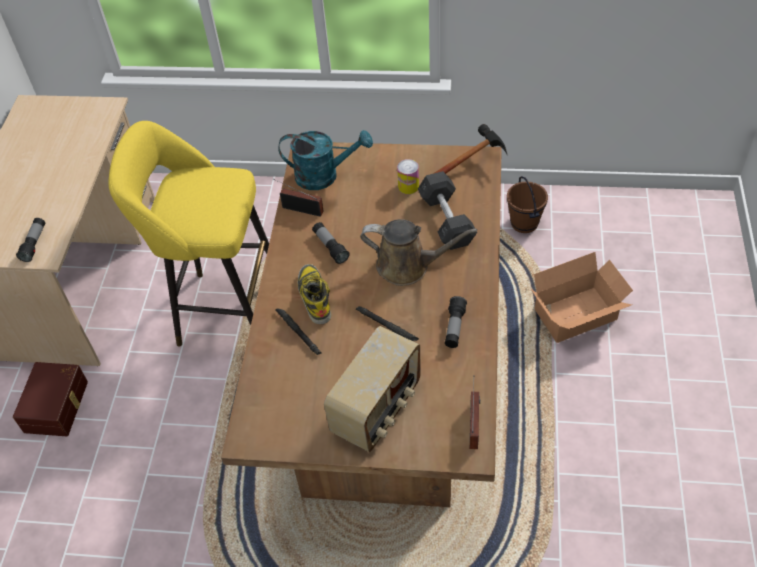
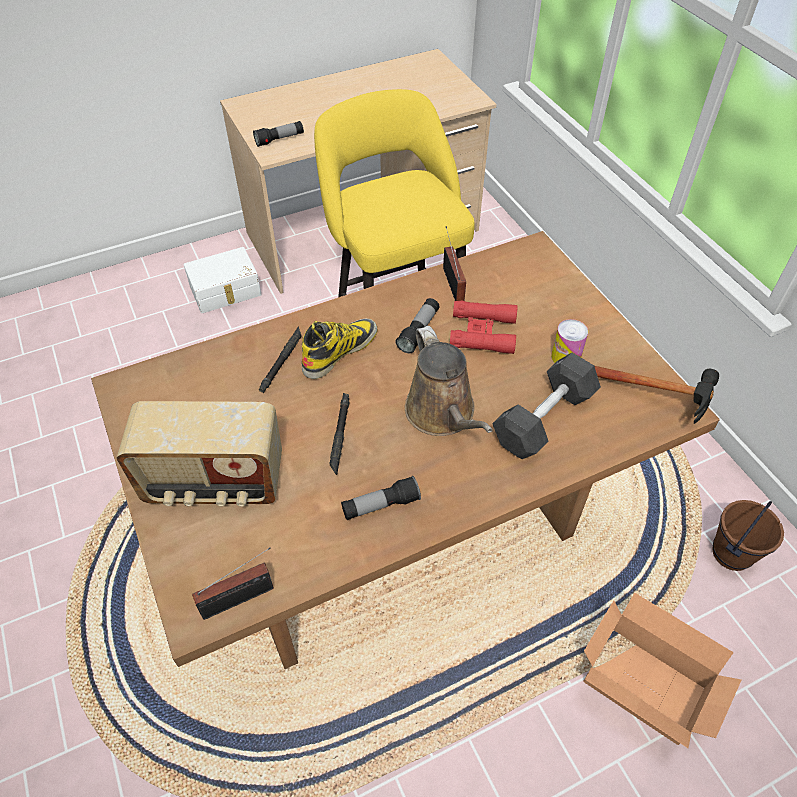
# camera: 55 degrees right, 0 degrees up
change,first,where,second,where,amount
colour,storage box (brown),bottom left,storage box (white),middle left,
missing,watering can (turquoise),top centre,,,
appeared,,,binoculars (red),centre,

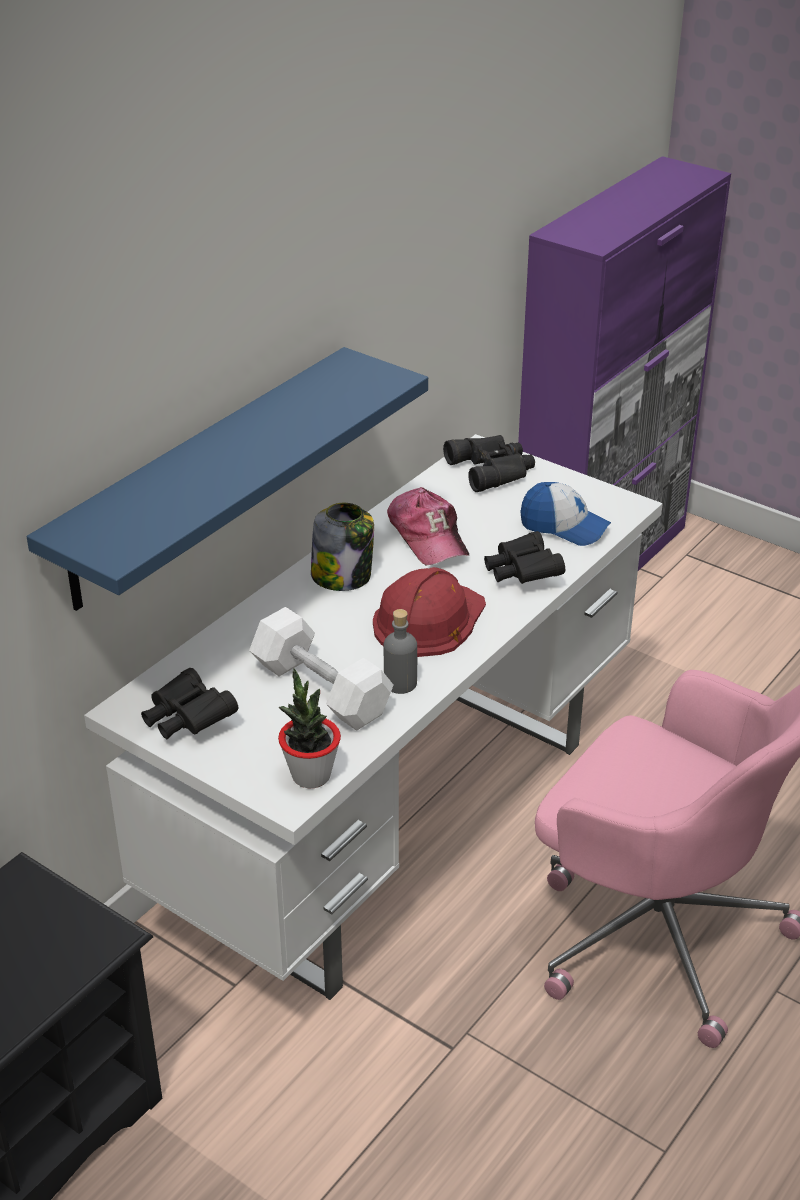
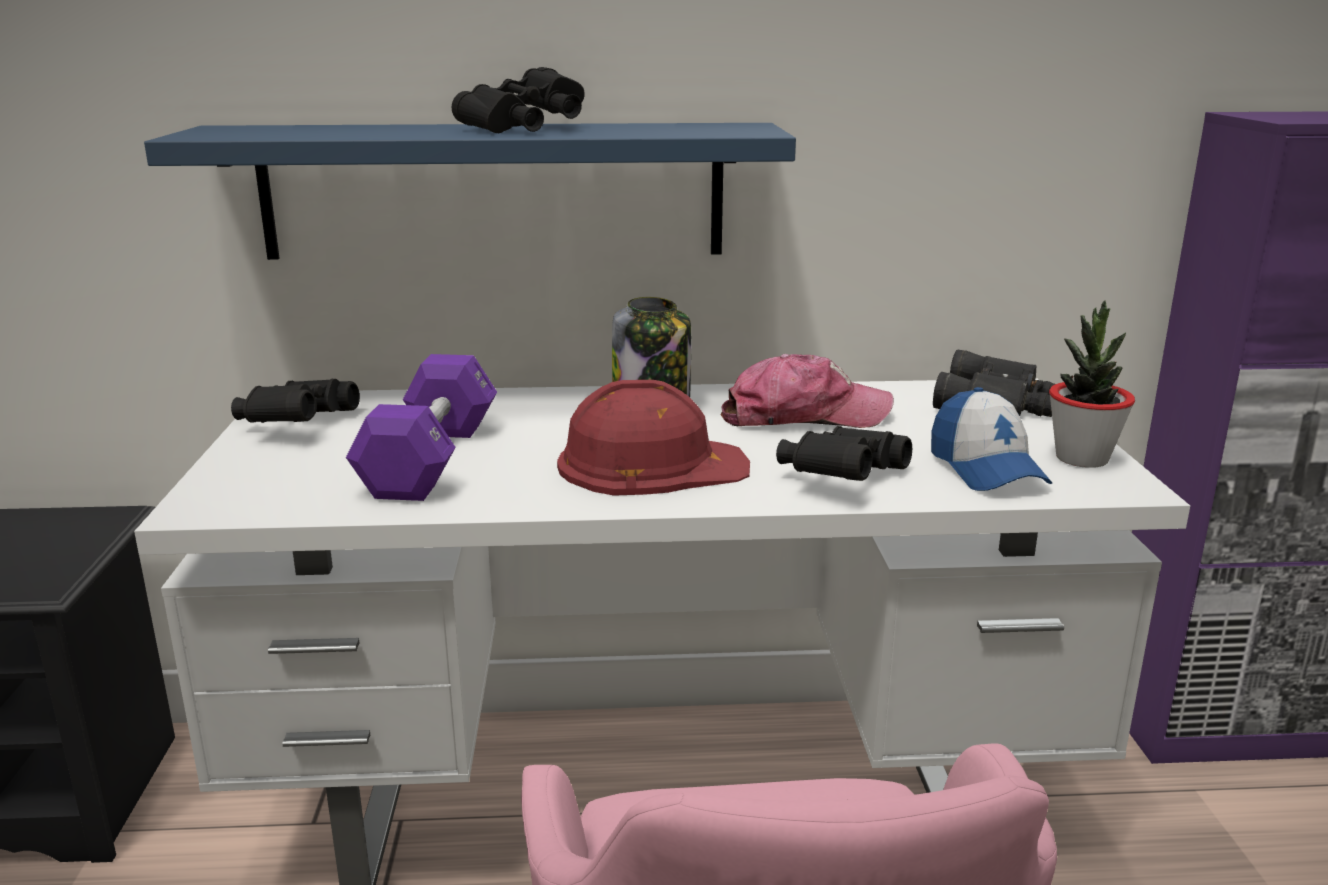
# camera: 50 degrees right, 15 degrees down
change,first,where,second,where,amount
colour,dumbbell (white),centre,dumbbell (purple),middle left,
relocated,potted plant,centre,,middle right,
missing,bottle (grey),centre,,,
spun,cap (no. 1 from left),centre,,centre,120 degrees counterclockwise
appeared,,,binoculars (black) (no. 2 from left),top centre,

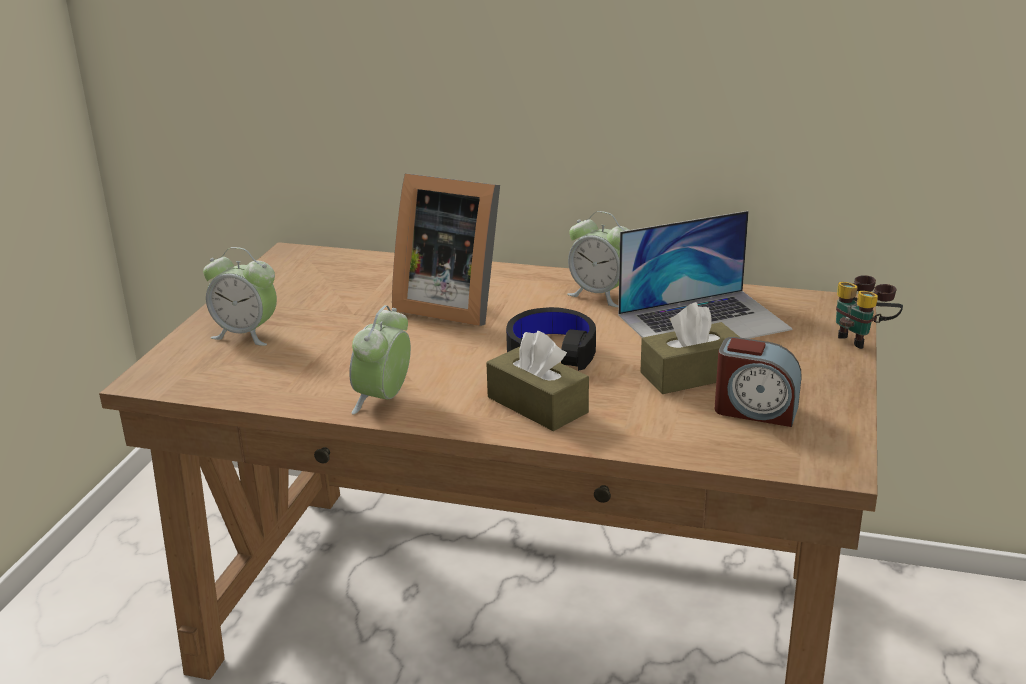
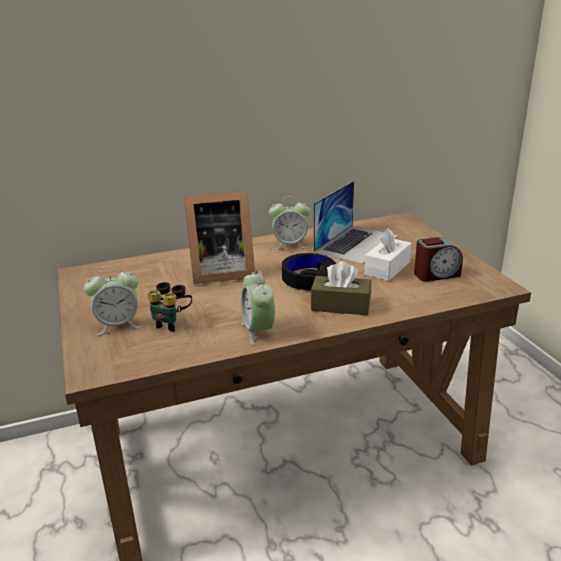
# camera: 35 degrees left, 0 degrees up
change,first,where,second,where,amount
colour,tissue box (brown) (no. 2 from left),middle right,tissue box (white),middle right,
relocated,binoculars,middle right,,middle left,

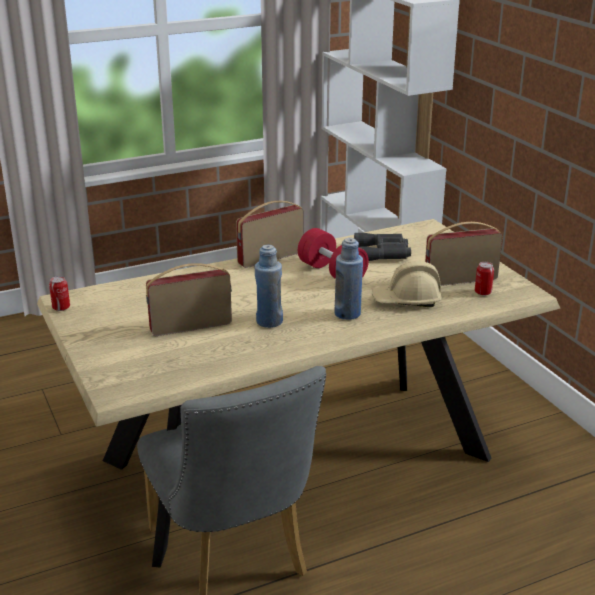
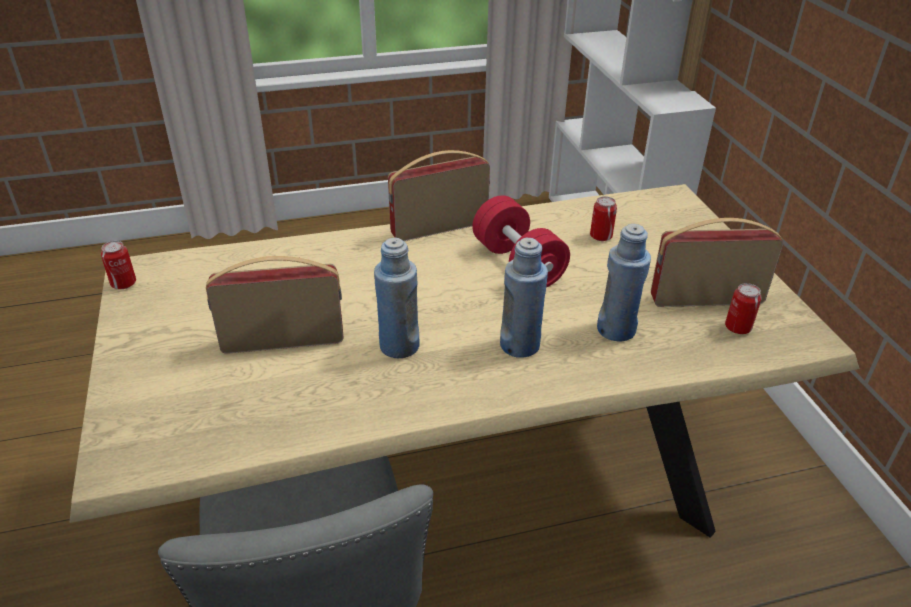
# camera: 10 degrees right, 10 degrees up
change,first,where,second,where,amount
exchanged,binoculars (grey),centre,can (no. 2 from left),centre,
exchanged,hard hat (beige),middle right,bottle (blue) (no. 3 from left),middle right,

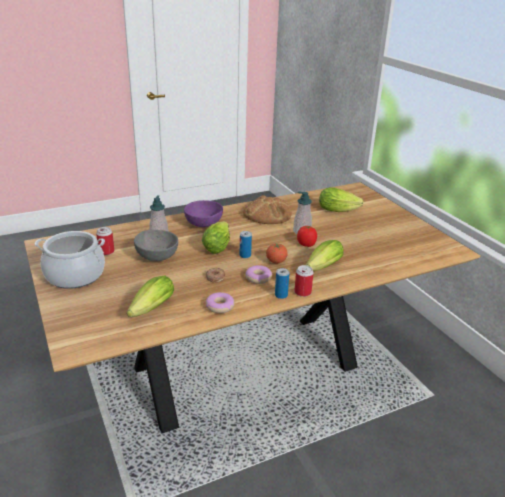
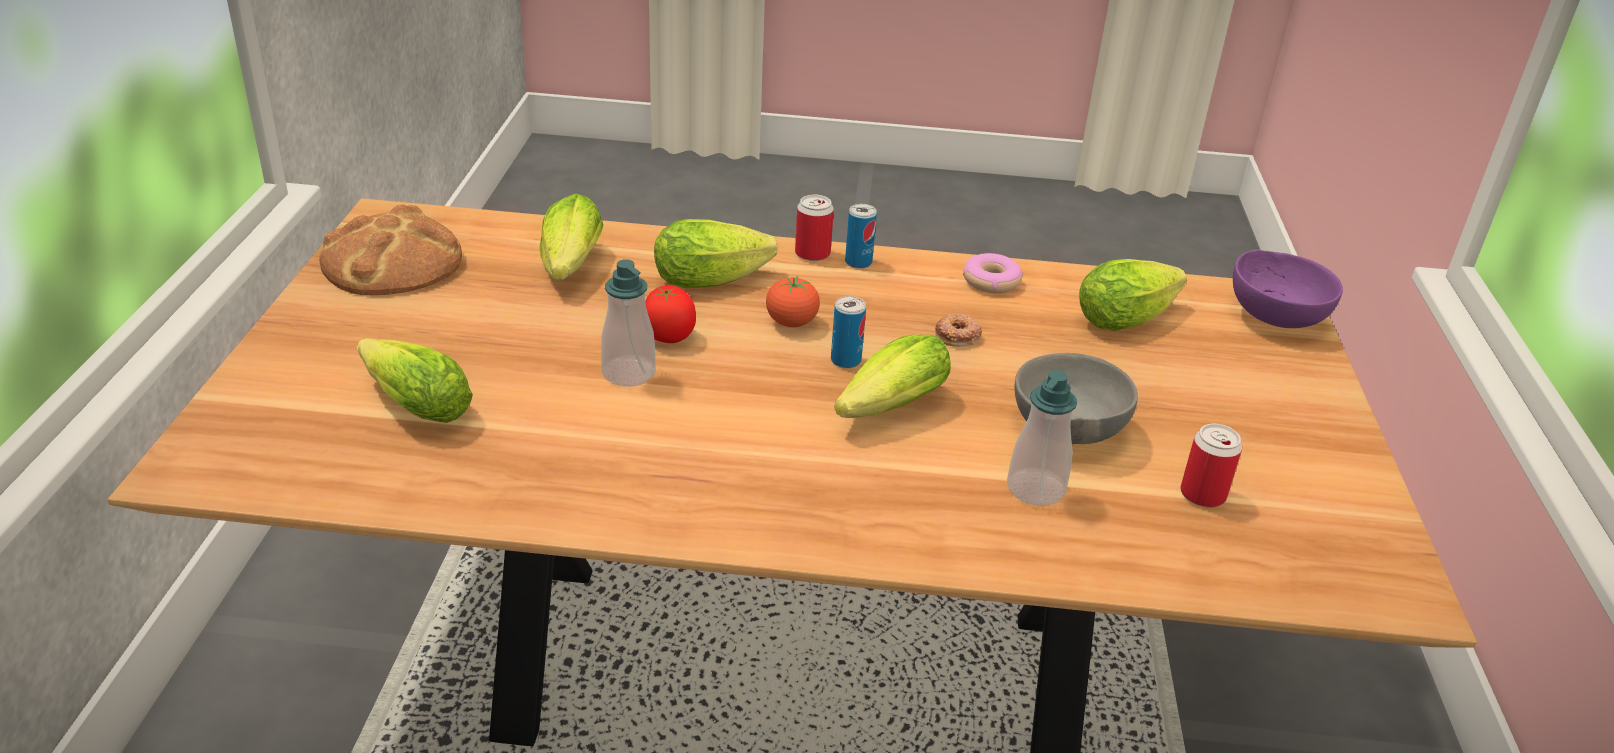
# camera: 150 degrees left, 5 degrees up
change,first,where,second,where,amount
missing,cooking pot,middle left,,,
relocated,bowl (purple),centre,,middle right,
relocated,bread,centre,,top left,
missing,donut (no. 3 from left),centre,,,
appeared,,,lettuce (no. 2 from left),top centre,

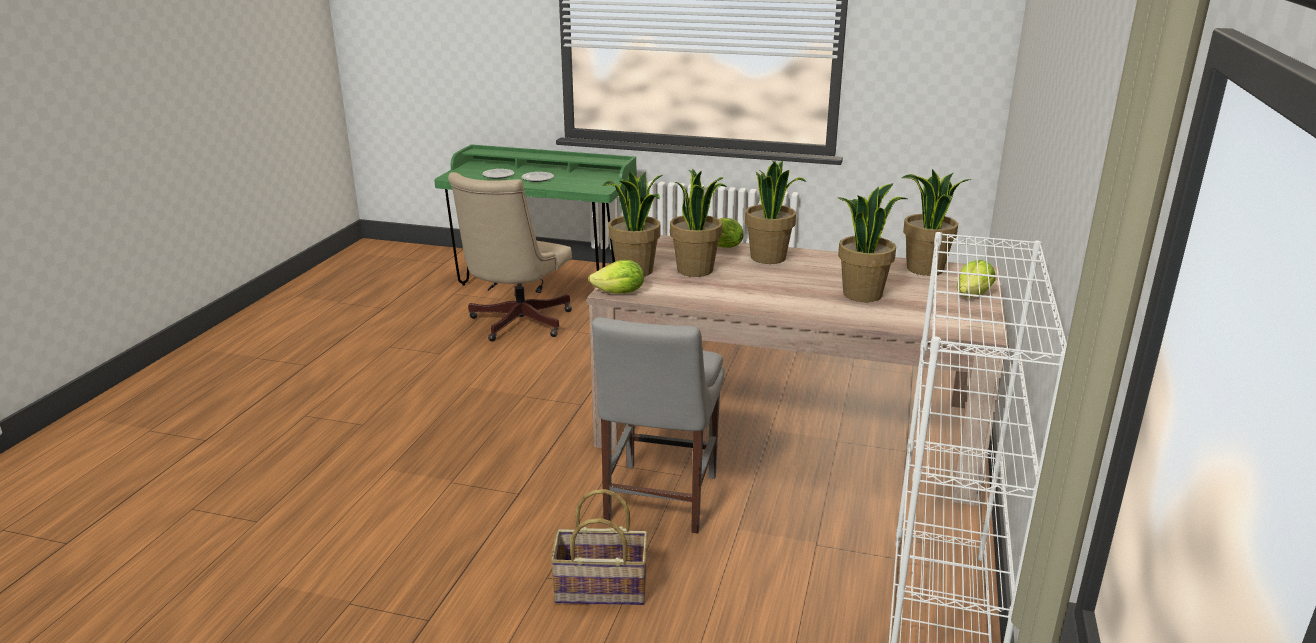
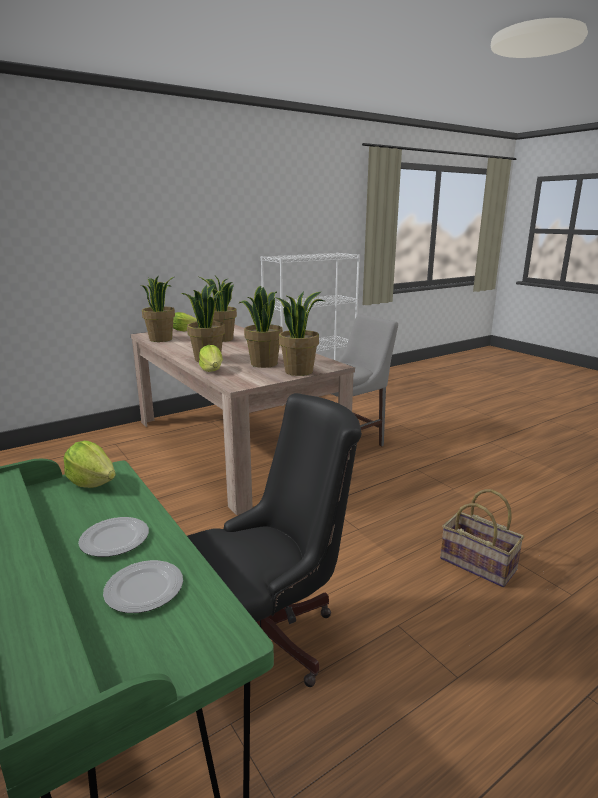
# camera: 140 degrees left, 5 degrees down
change,first,where,second,where,amount
colour,office chair (beige),centre,office chair (black),bottom centre,
relocated,basket,bottom centre,,bottom right,
relocated,lettuce (no. 1 from left),centre,,middle left,

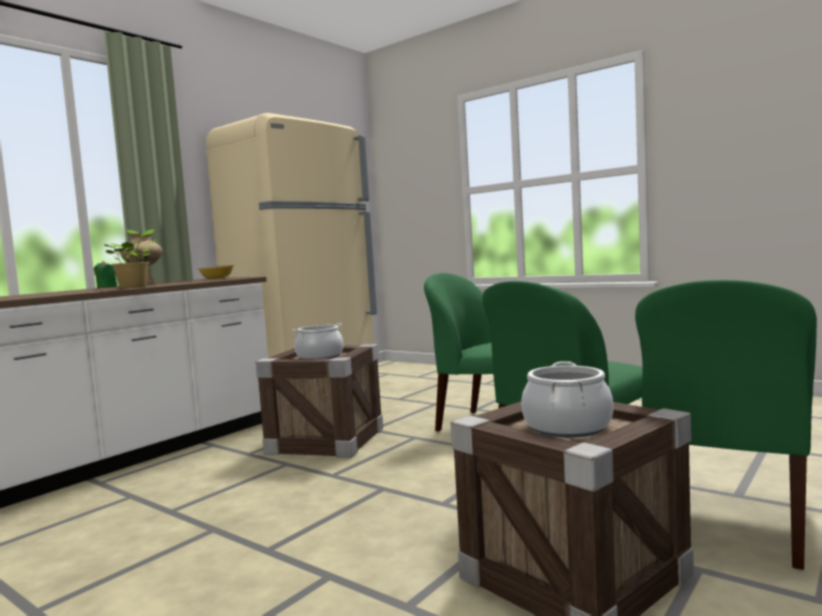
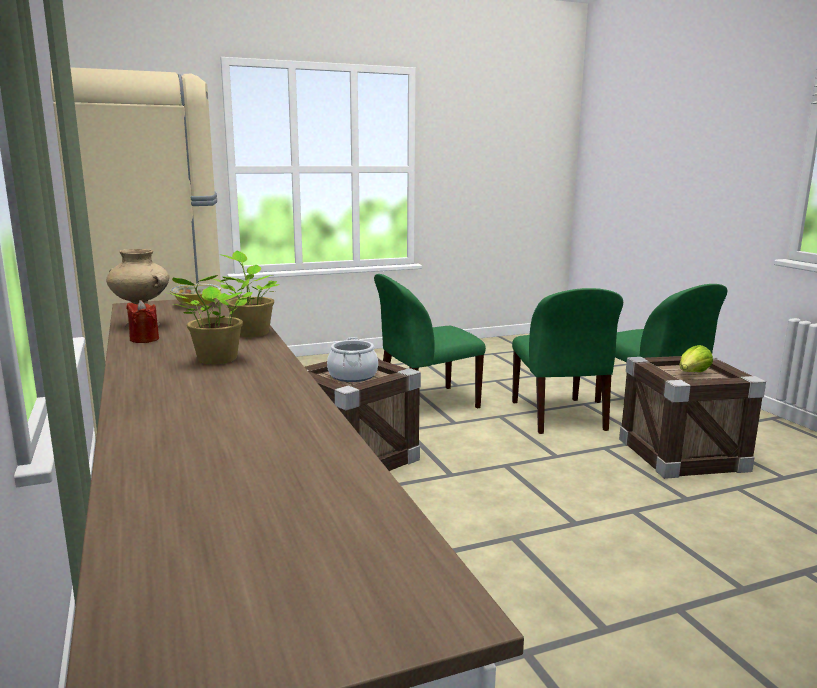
# camera: 60 degrees left, 10 degrees up
change,first,where,second,where,amount
colour,candle (green),middle left,candle (red),middle left,
exchanged,cooking pot (no. 2 from left),middle right,lettuce,middle right,
appeared,,,potted plant (no. 1 from left),middle left,

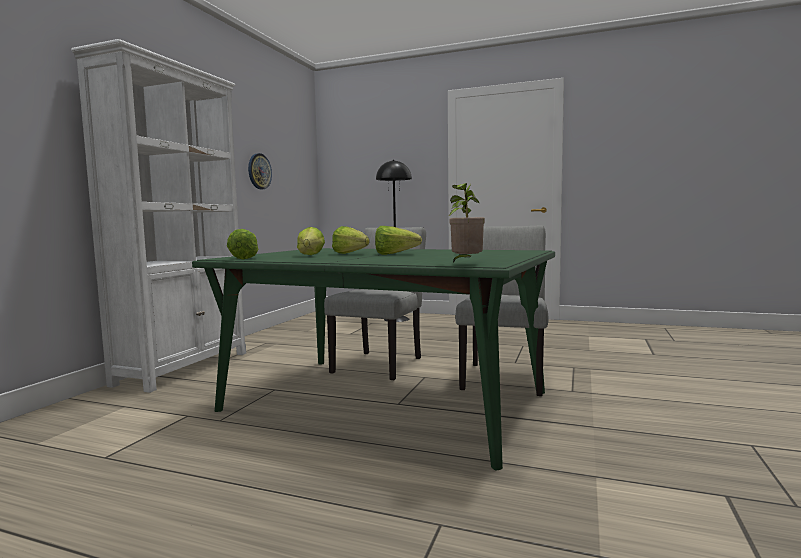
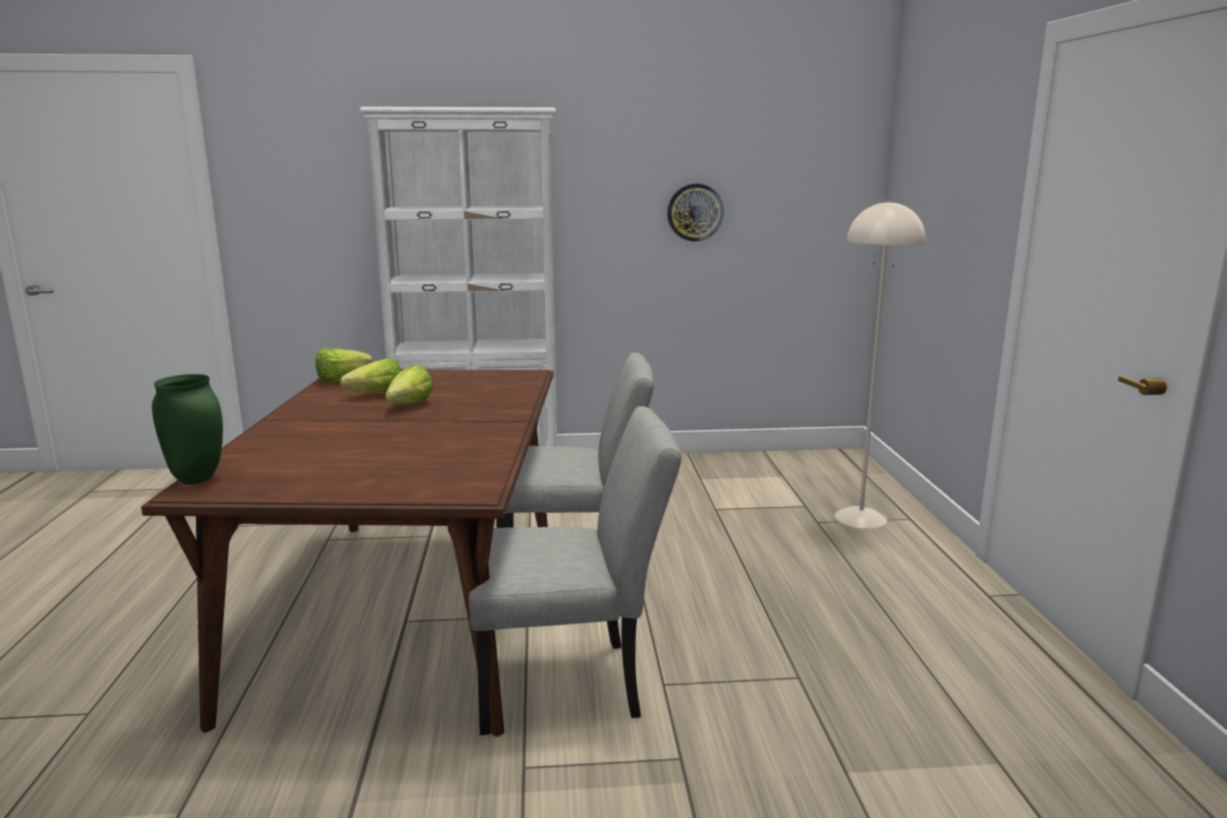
# camera: 65 degrees right, 10 degrees up
change,first,where,second,where,amount
colour,dining table (green),centre,dining table (brown),bottom left,
missing,lettuce (no. 4 from left),centre,,,
colour,floor lamp (black),centre,floor lamp (beige),middle right,
exchanged,potted plant,centre,vase (green),middle left,

